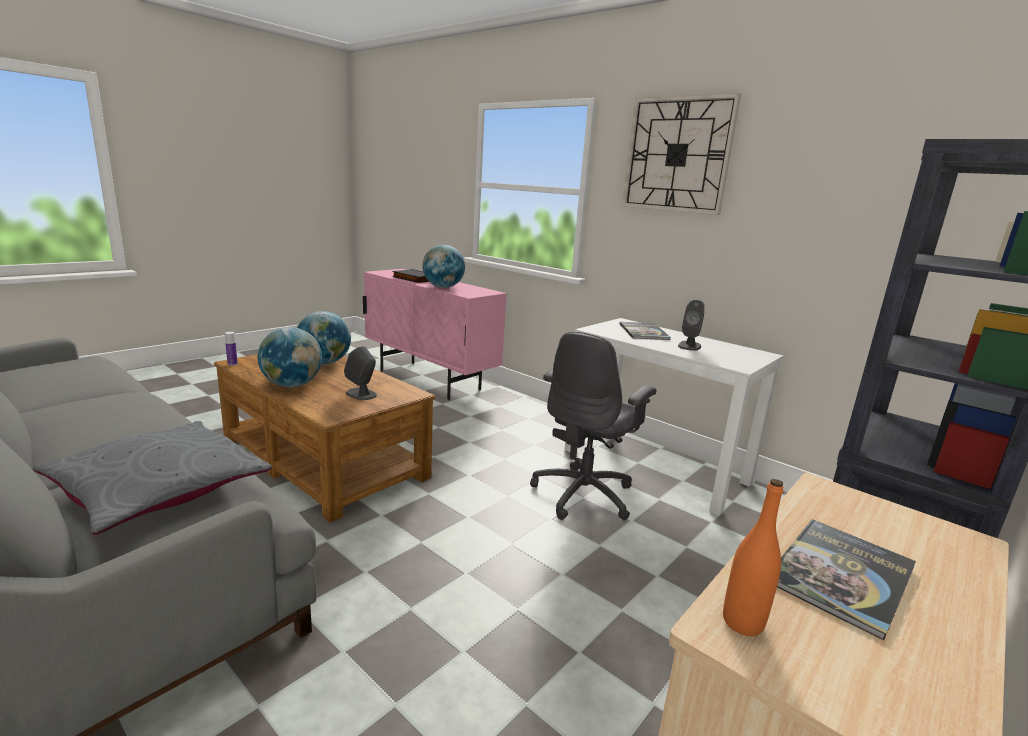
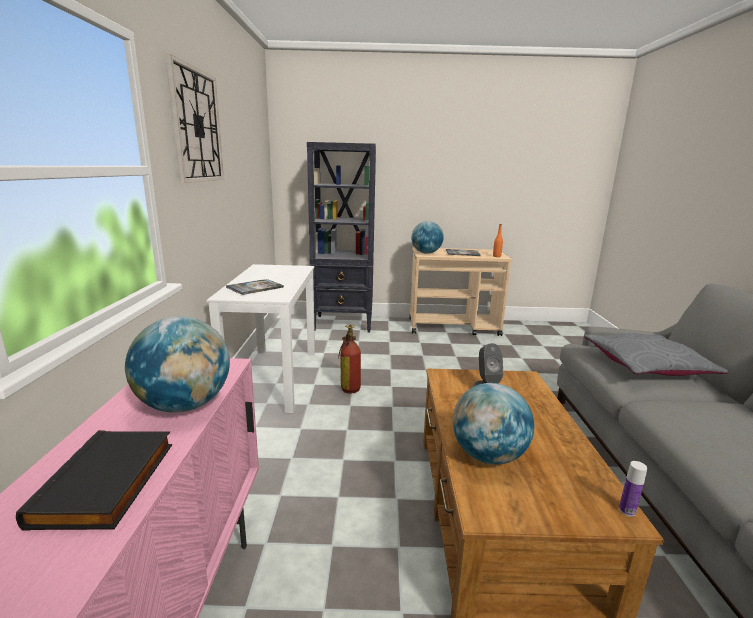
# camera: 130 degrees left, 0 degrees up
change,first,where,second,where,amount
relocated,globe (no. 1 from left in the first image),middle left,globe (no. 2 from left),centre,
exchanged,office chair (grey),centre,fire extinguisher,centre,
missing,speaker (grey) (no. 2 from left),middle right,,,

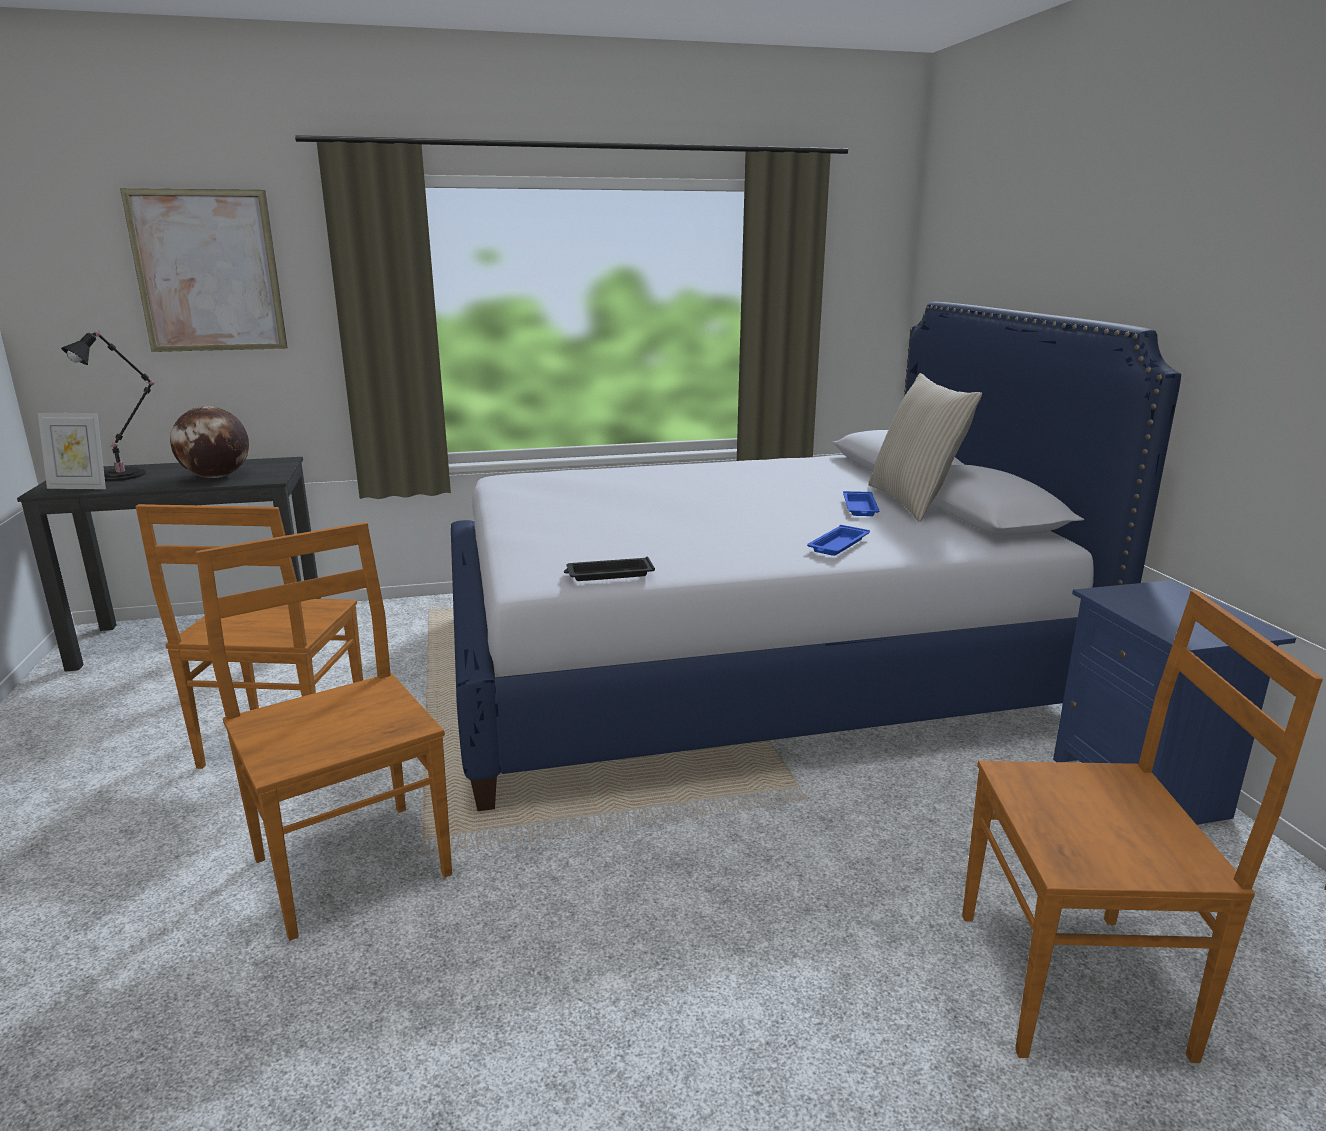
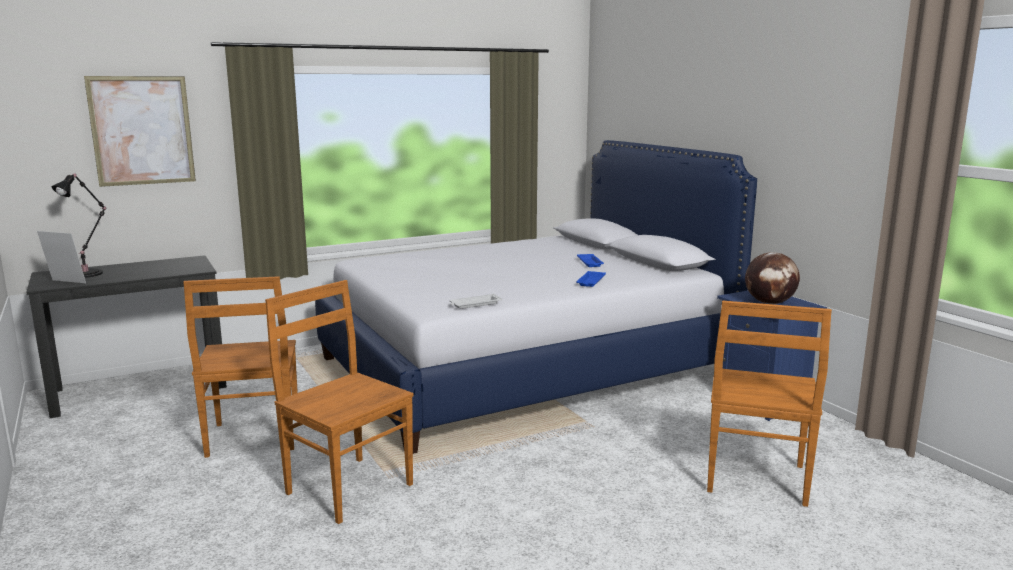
# camera: 15 degrees left, 5 degrees down
change,first,where,second,where,amount
spun,picture frame,middle left,,middle left,150 degrees counterclockwise
relocated,globe,middle left,,middle right,
colour,tray (black),centre,tray (white),centre,
missing,pillow (beige),middle right,,,
spun,chair (brown) (no. 3 from left),bottom right,,bottom right,120 degrees clockwise

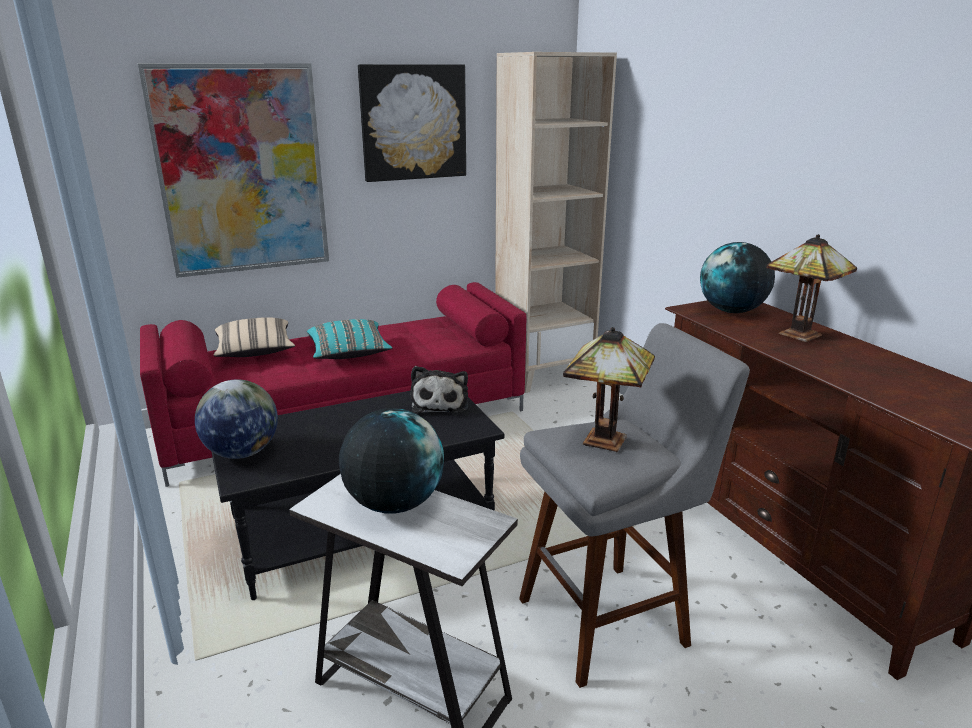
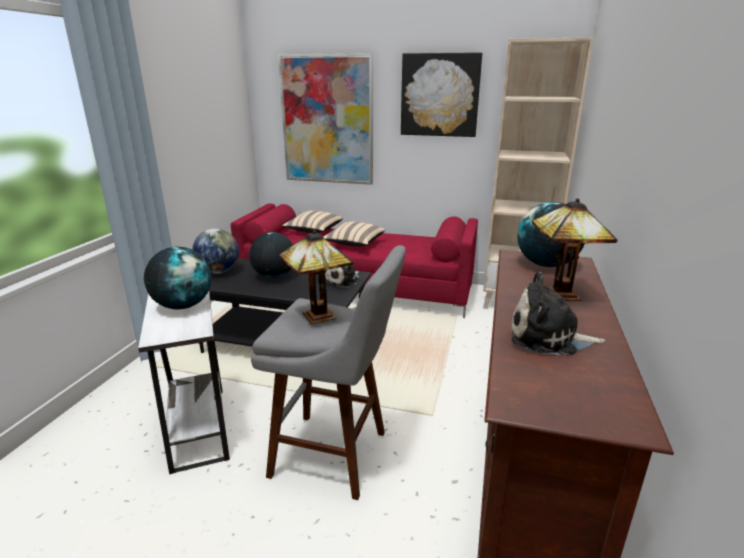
# camera: 40 degrees right, 0 degrees up
change,first,where,second,where,amount
colour,pillow (turquoise),centre,pillow (beige) (no. 2 from left),centre,
appeared,,,globe (no. 3 from left),centre,
appeared,,,plush toy (no. 2 from left),middle right,

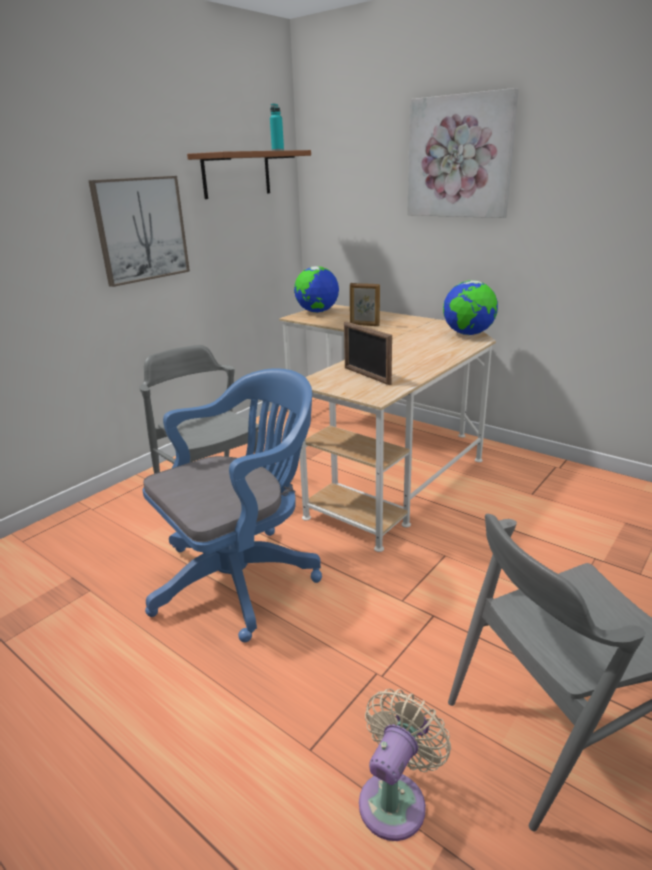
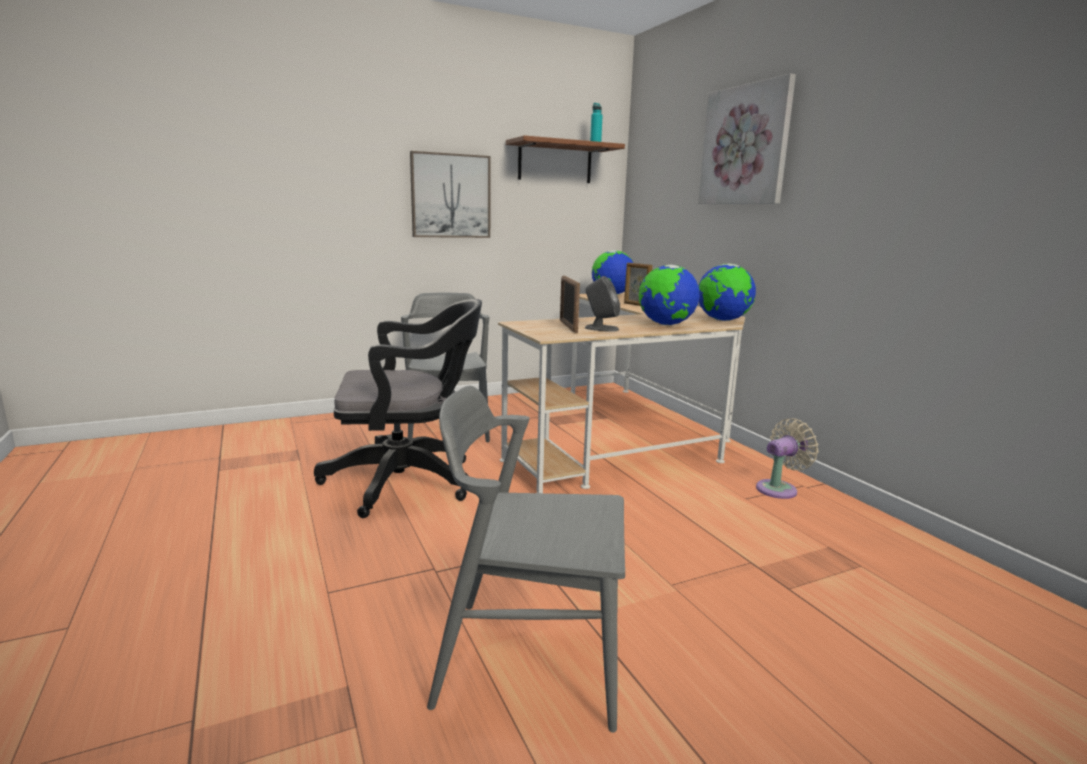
# camera: 25 degrees right, 10 degrees down
change,first,where,second,where,amount
colour,office chair (blue),centre,office chair (black),centre,
relocated,fan (beige),bottom centre,,middle right,
appeared,,,speaker (grey),centre,
appeared,,,globe (no. 2 from left),centre,

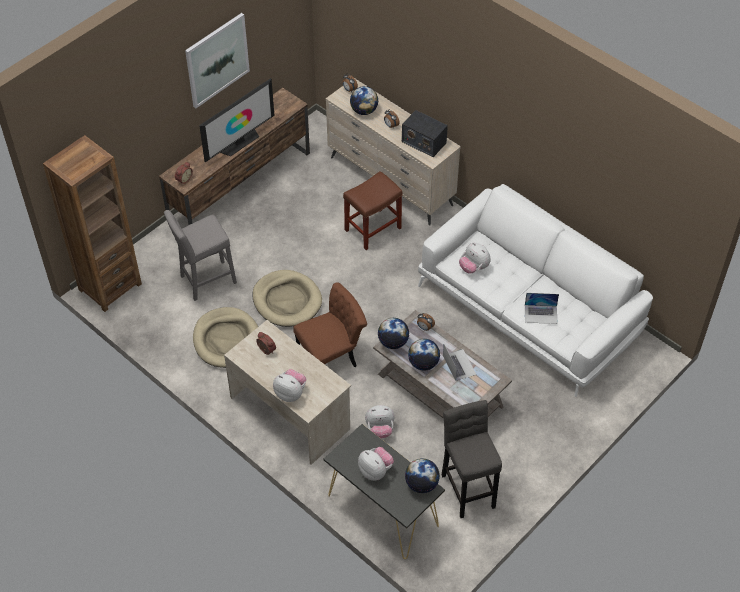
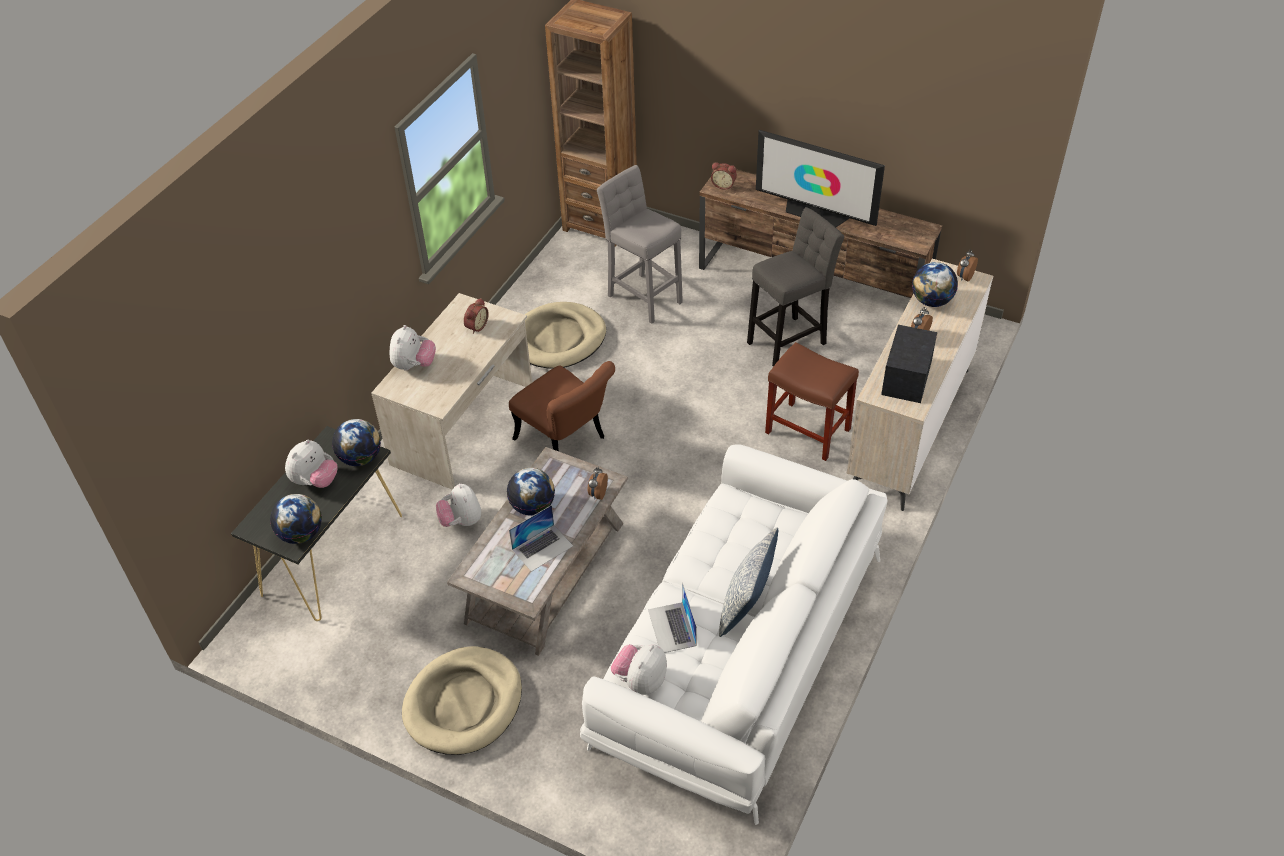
# camera: 75 degrees right, 5 degrees down
change,first,where,second,where,amount
missing,picture,top left,,,
relocated,dog bed (beige) (no. 2 from left in the first image),centre,dog bed (beige) (no. 1 from left),bottom centre,
relocated,globe (no. 2 from left),centre,,middle left,
relocated,stool (grey) (no. 2 from left),bottom centre,,centre,
relocated,plush toy (no. 4 from left),centre,,bottom centre,
appeared,,,pillow,bottom centre,

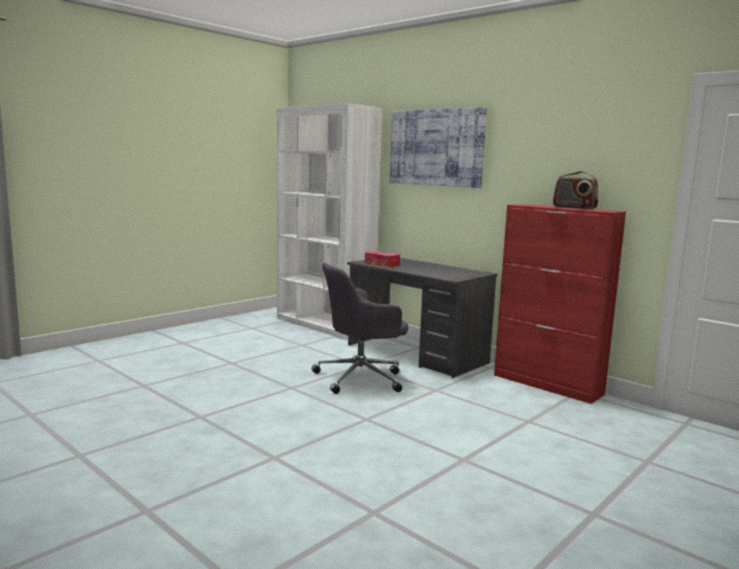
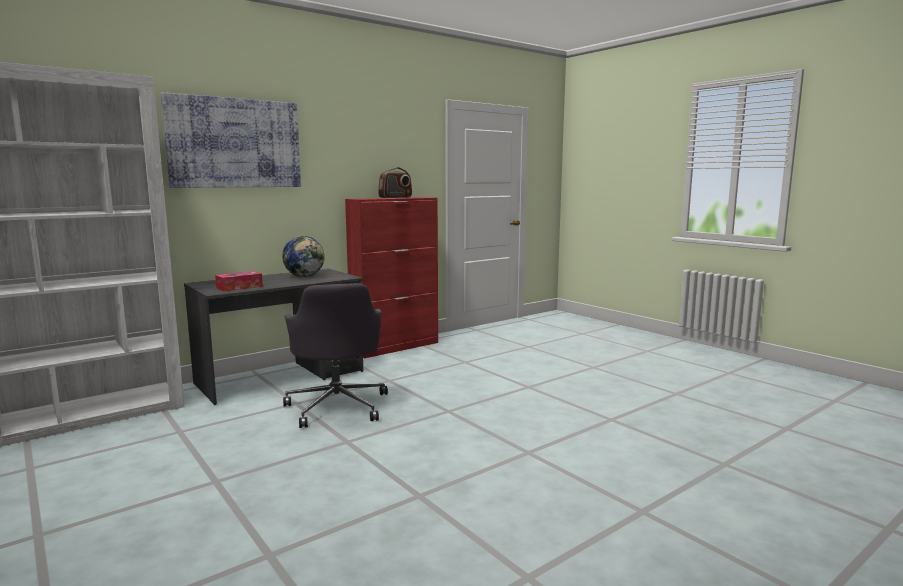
# camera: 80 degrees left, 0 degrees up
change,first,where,second,where,amount
appeared,,,globe,centre,

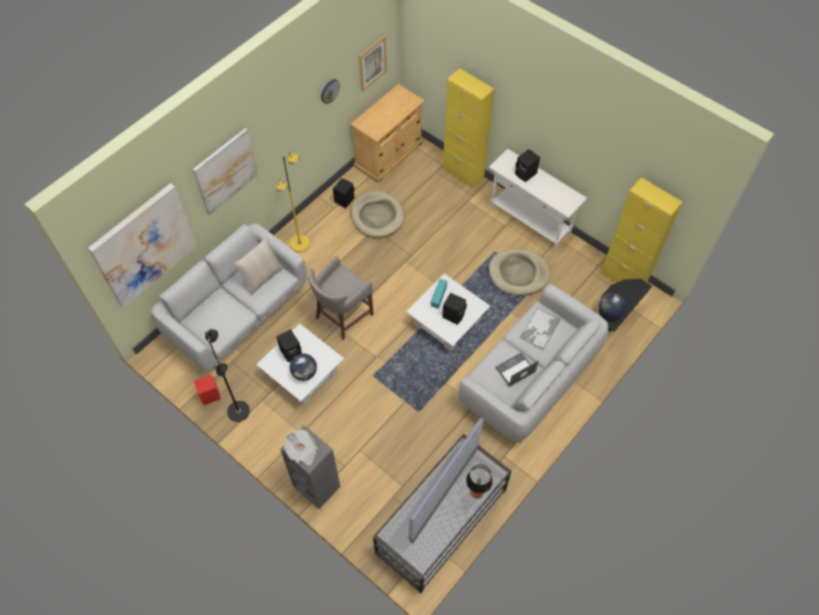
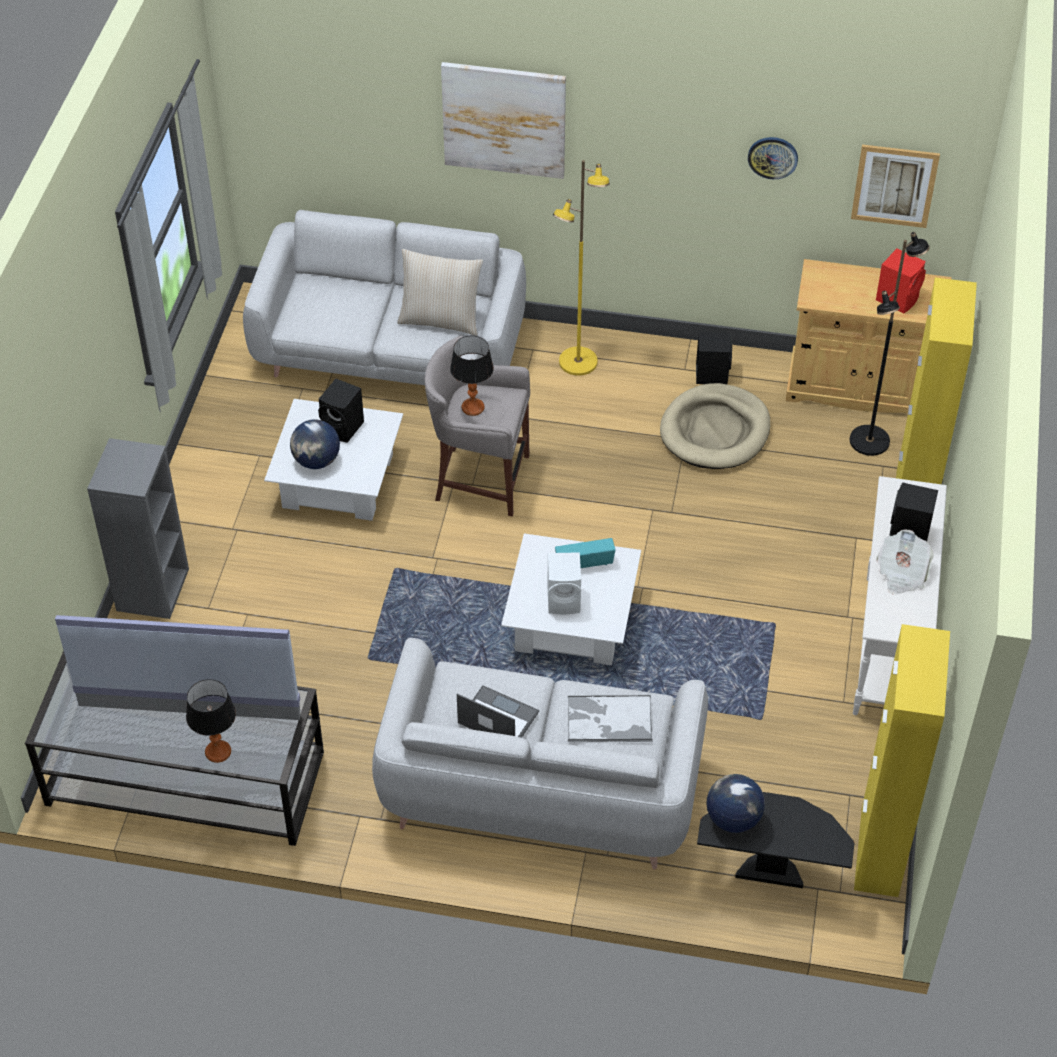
# camera: 60 degrees right, 10 degrees down
change,first,where,second,where,amount
missing,picture (no. 1 from left),middle left,,,
relocated,speaker (red),middle left,,top right,
relocated,floor lamp (black),middle left,,top right,
relocated,newspaper,bottom centre,,middle right,
colour,speaker (black) (no. 3 from left),centre,speaker (white),centre,
missing,dog bed (beige) (no. 2 from left),centre,,,
appeared,,,table lamp (no. 2 from left),centre,

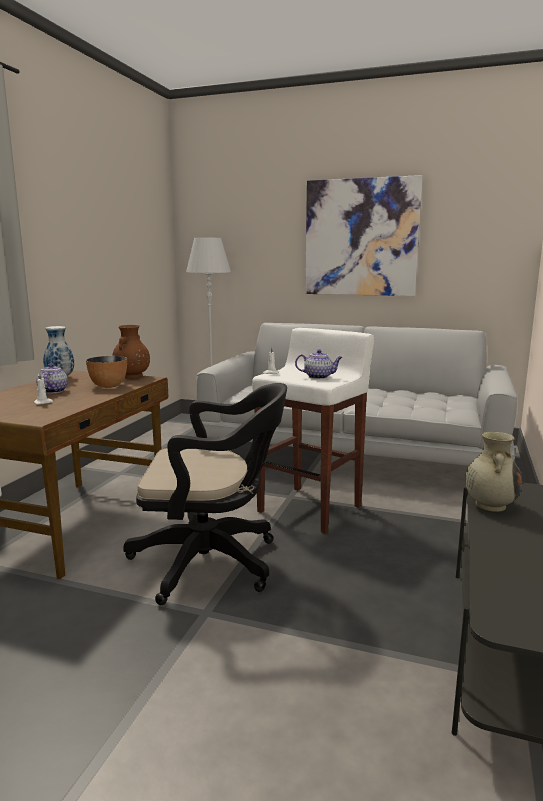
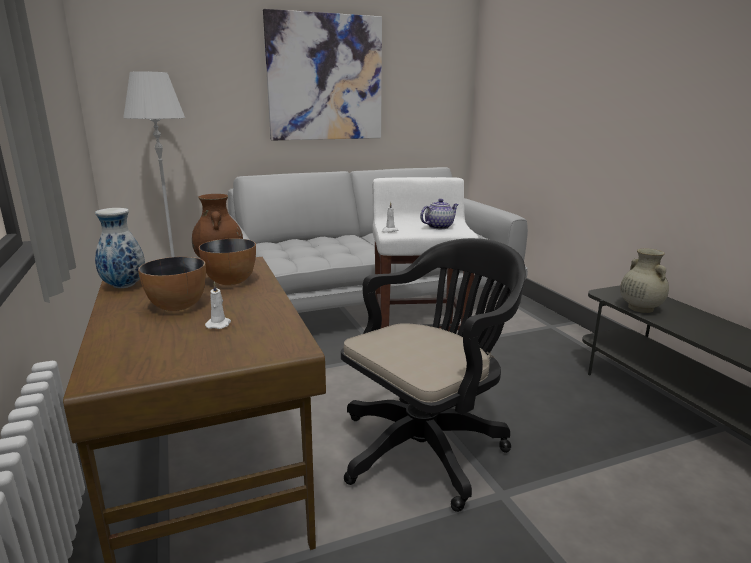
# camera: 40 degrees left, 5 degrees up
change,first,where,second,where,amount
exchanged,teapot (no. 1 from left),middle left,bowl (no. 1 from left),middle left,

